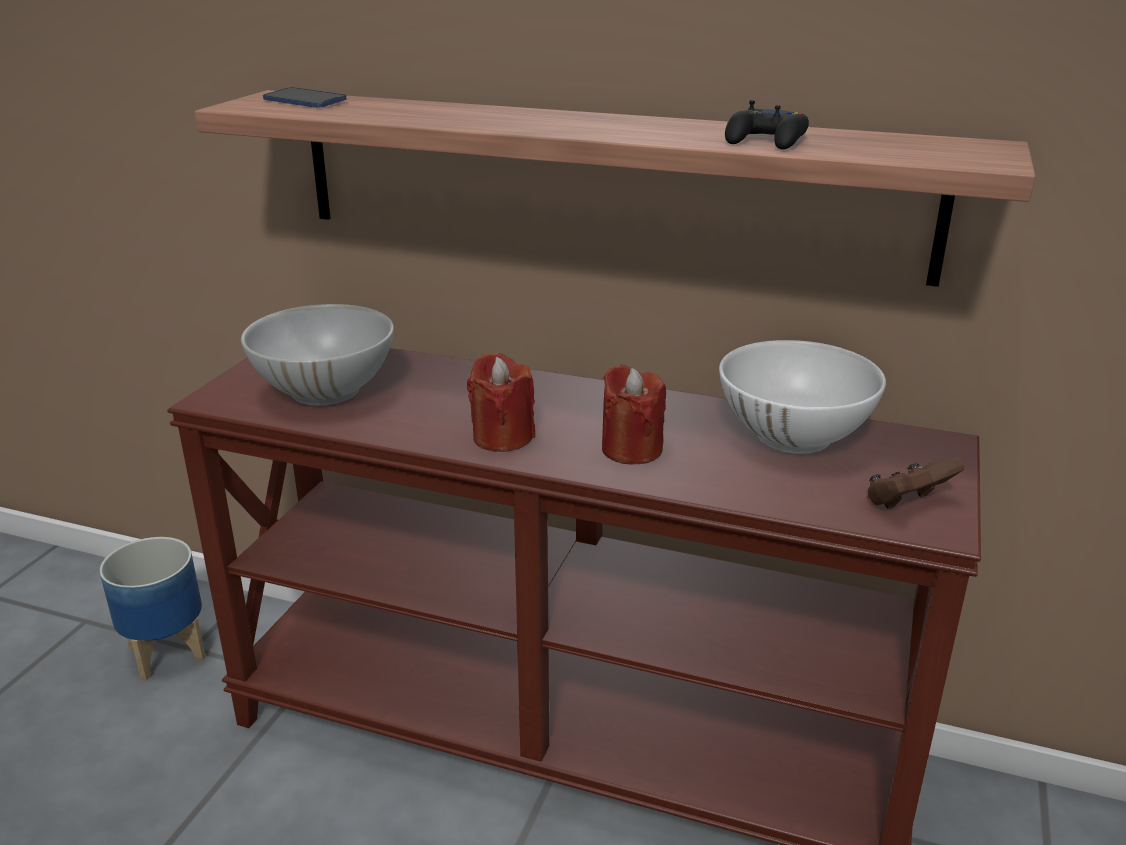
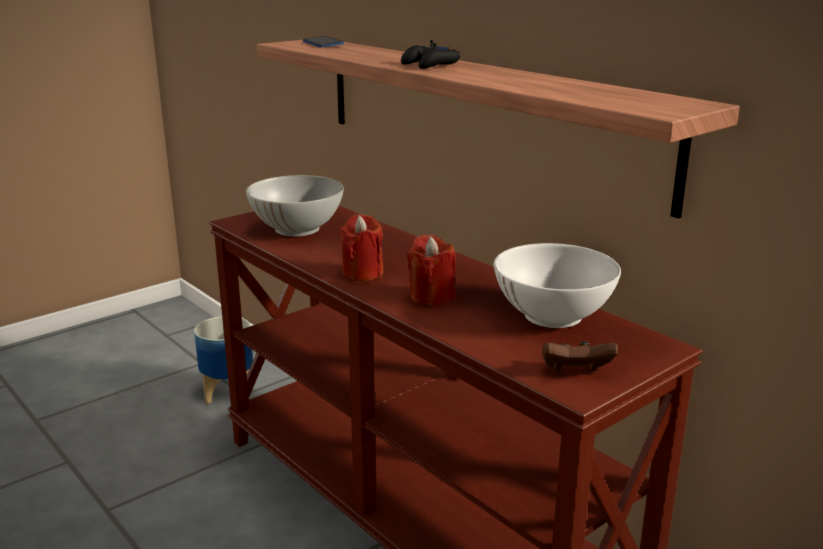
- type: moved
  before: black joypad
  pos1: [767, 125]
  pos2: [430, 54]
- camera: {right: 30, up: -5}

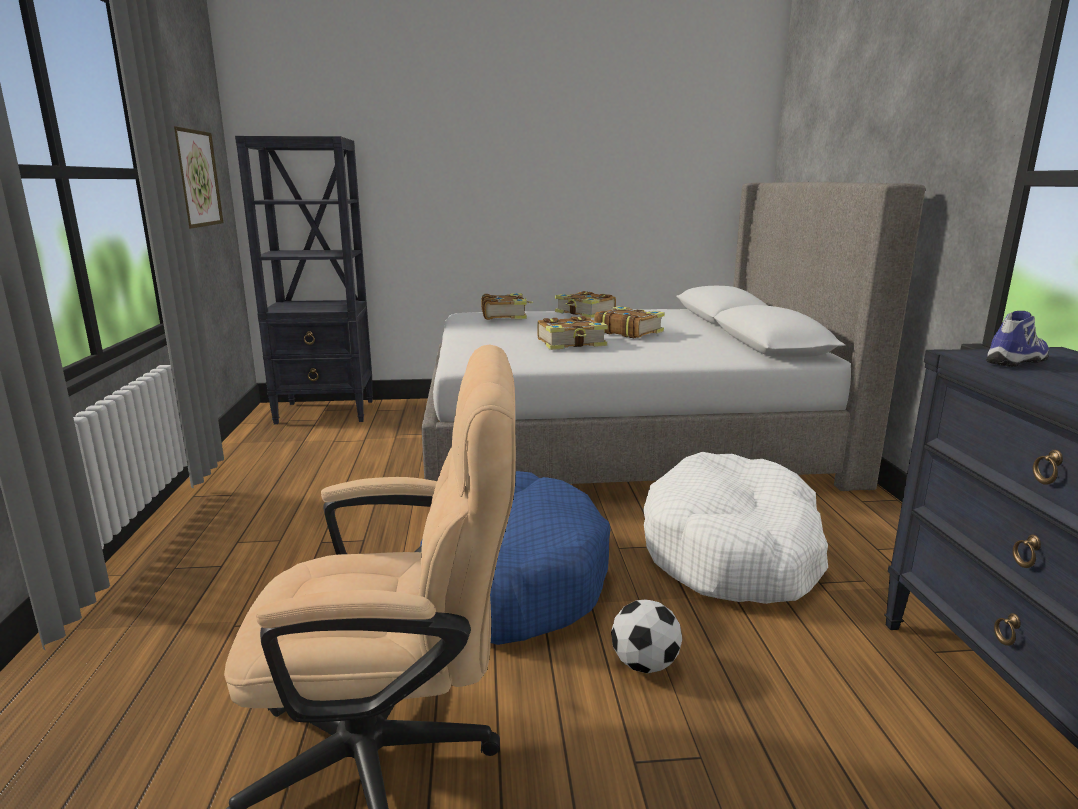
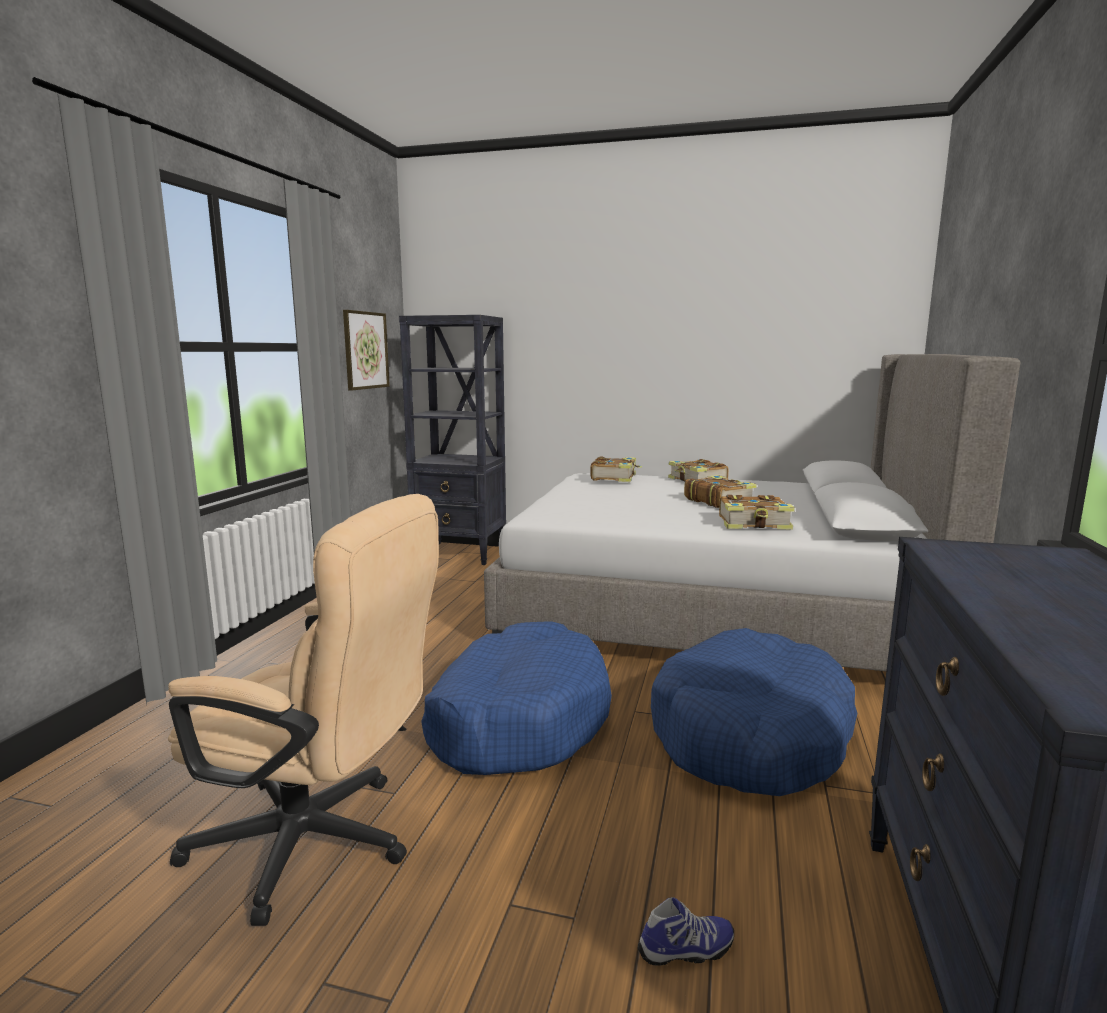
- type: removed
  before: football ball
  pos1: [646, 636]
- type: moved
  before: volume
  pos1: [572, 333]
  pos2: [757, 512]
- type: moved
  before: item of footwear
  pos1: [1017, 339]
  pos2: [686, 931]
- type: recoloured
  before: whitish pet bed
  after: blue-coloured pet bed
  pos1: [735, 528]
  pos2: [754, 712]
- camera: {right: 20, up: -5}

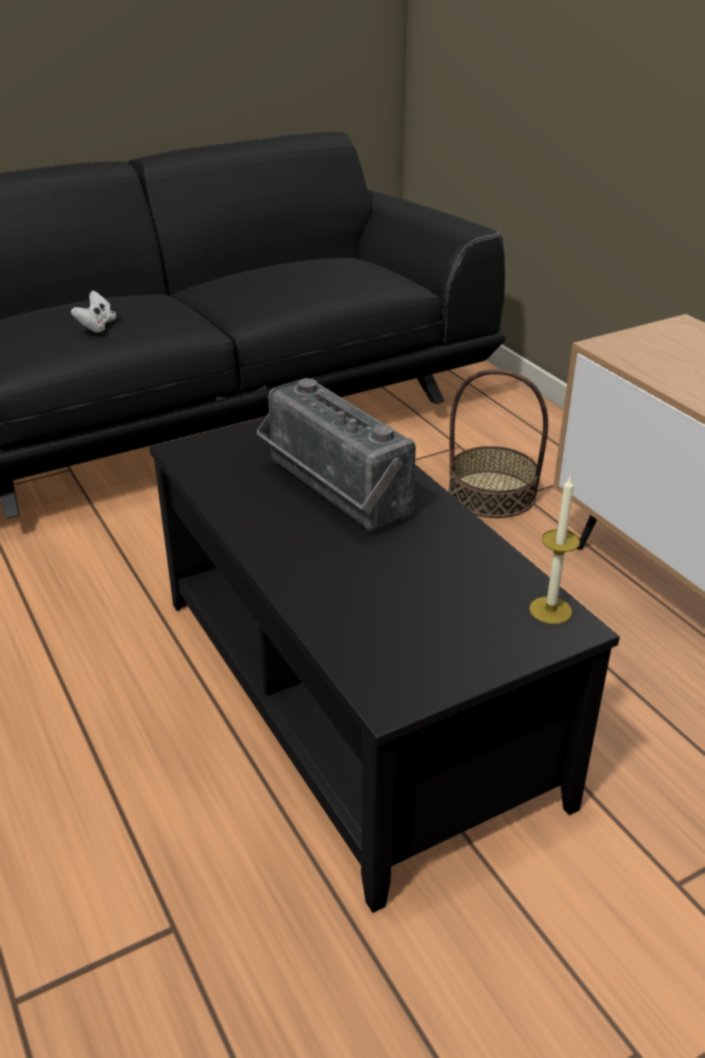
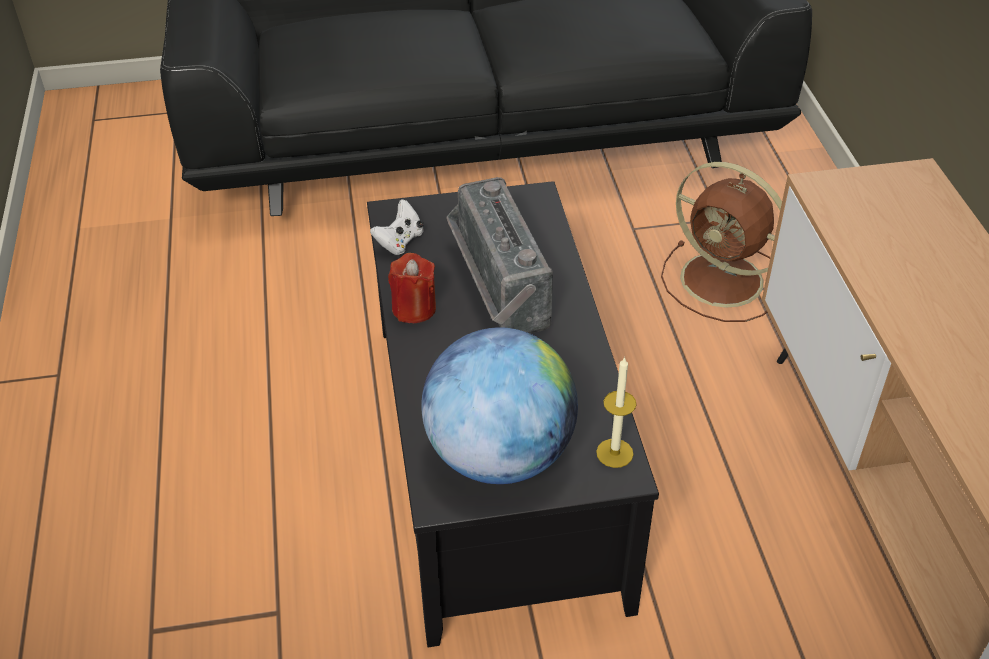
- type: added
  after: red-coloured wax light
  pos2: [412, 288]
- type: added
  after: world globe
  pos2: [499, 405]
- type: moved
  before: whitish joypad
  pos1: [93, 312]
  pos2: [396, 227]
- type: replaced
  before: basket
  after: brown-coloured fan
  pos1: [498, 443]
  pos2: [721, 242]
- camera: {right: 20, up: 10}

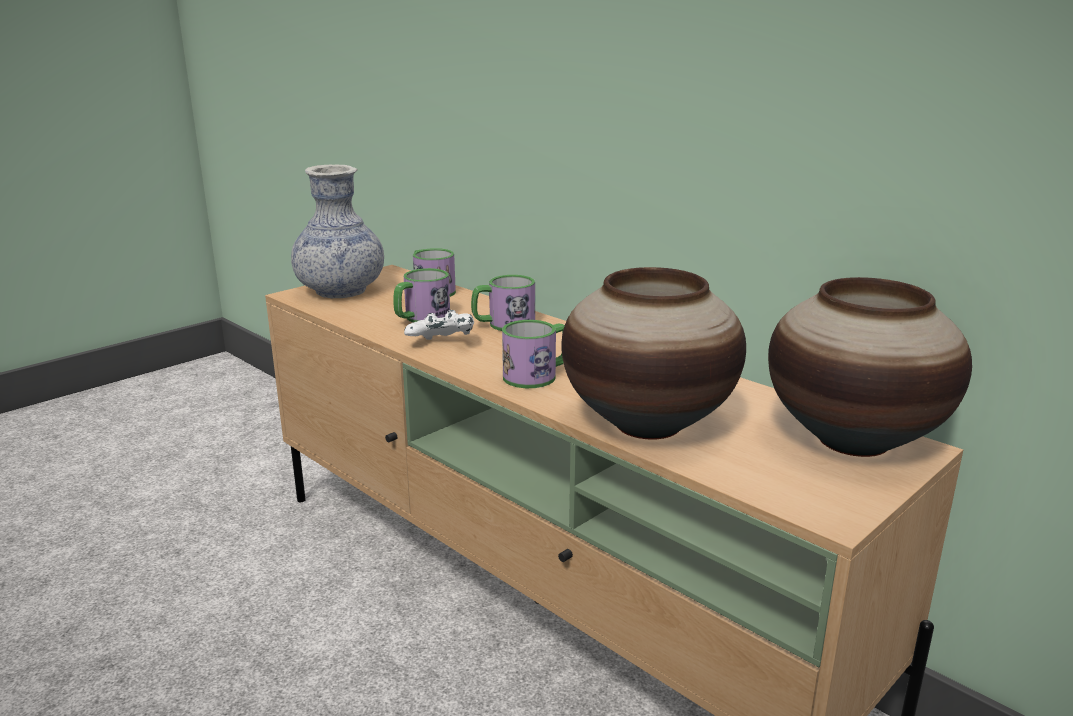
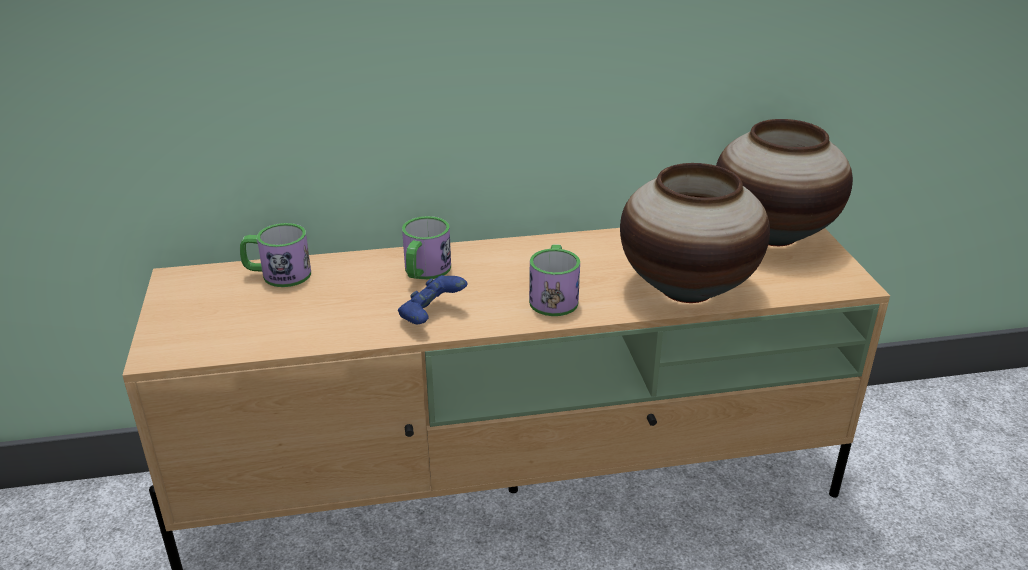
- type: removed
  before: decorative vase
  pos1: [337, 231]
- type: removed
  before: tea mug
  pos1: [421, 295]
- type: recoloured
  before: whitish joypad
  after: blue-coloured joypad
  pos1: [439, 325]
  pos2: [432, 299]
- camera: {right: -55, up: 10}

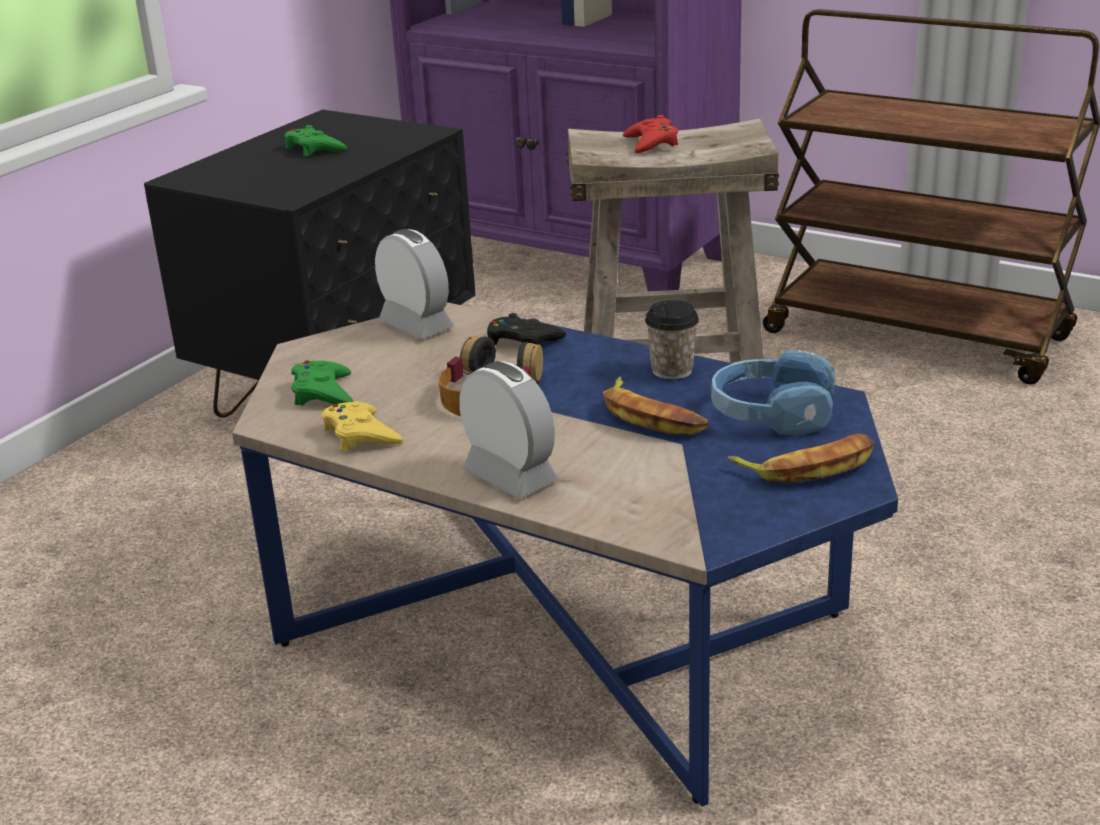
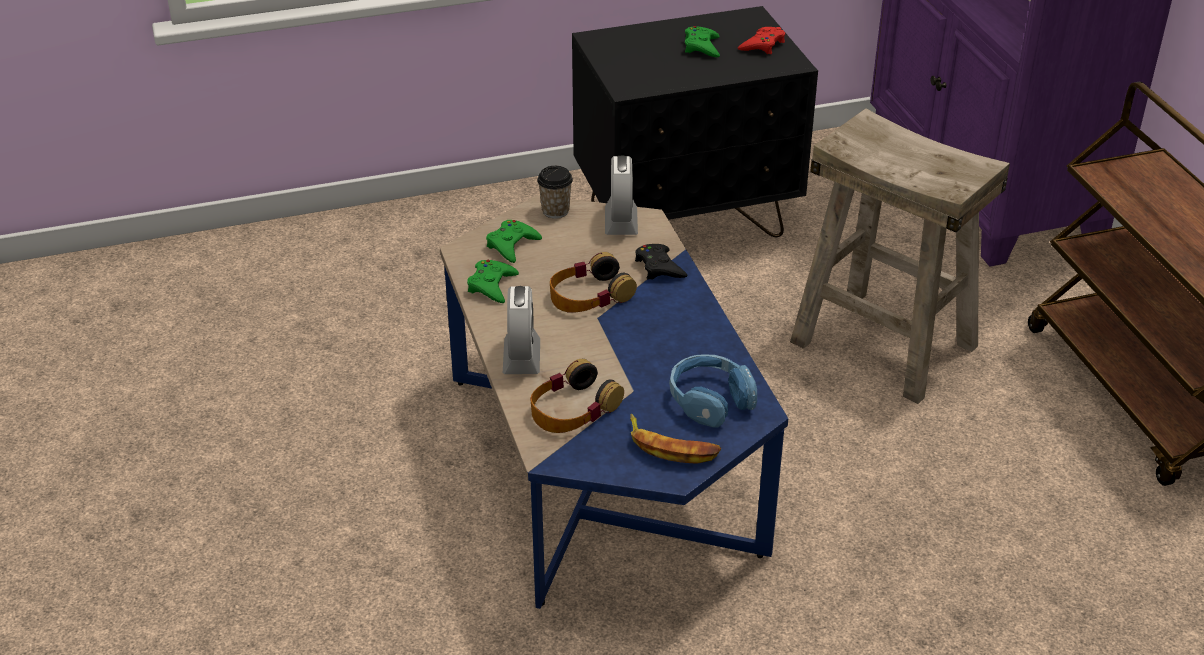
- type: removed
  before: banana
  pos1: [656, 405]
- type: added
  after: headphones
  pos2: [577, 396]
- type: moved
  before: red-coloured joypad
  pos1: [650, 134]
  pos2: [761, 40]
- type: moved
  before: drinking cup
  pos1: [672, 340]
  pos2: [555, 192]
- type: recoloured
  before: yellowish joypad
  after: green joypad
  pos1: [362, 426]
  pos2: [493, 281]
- camera: {right: 40, up: 10}

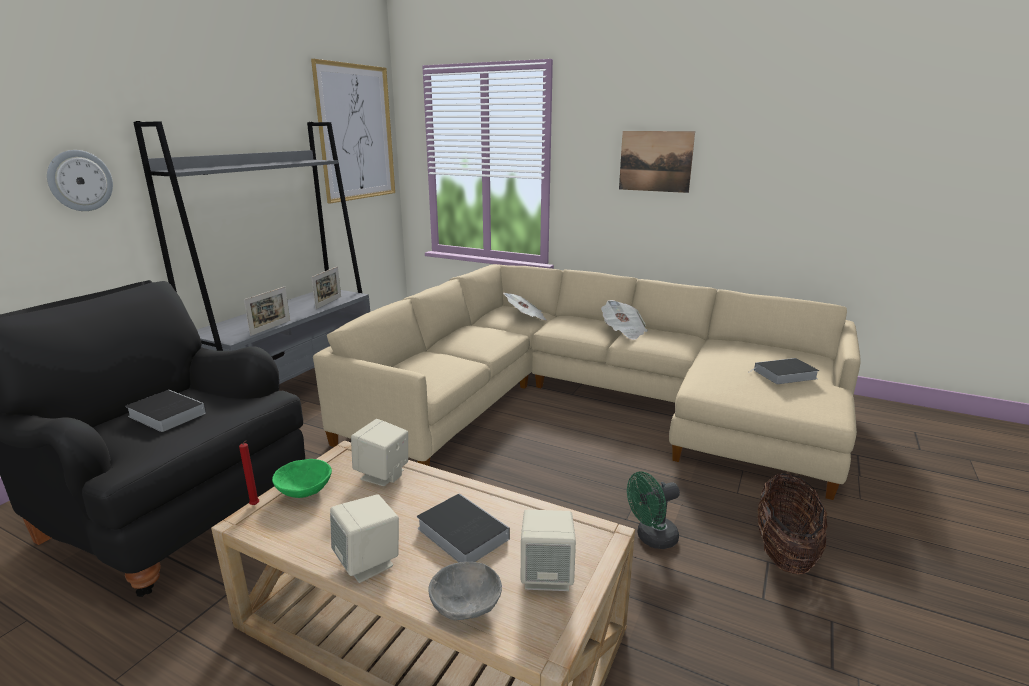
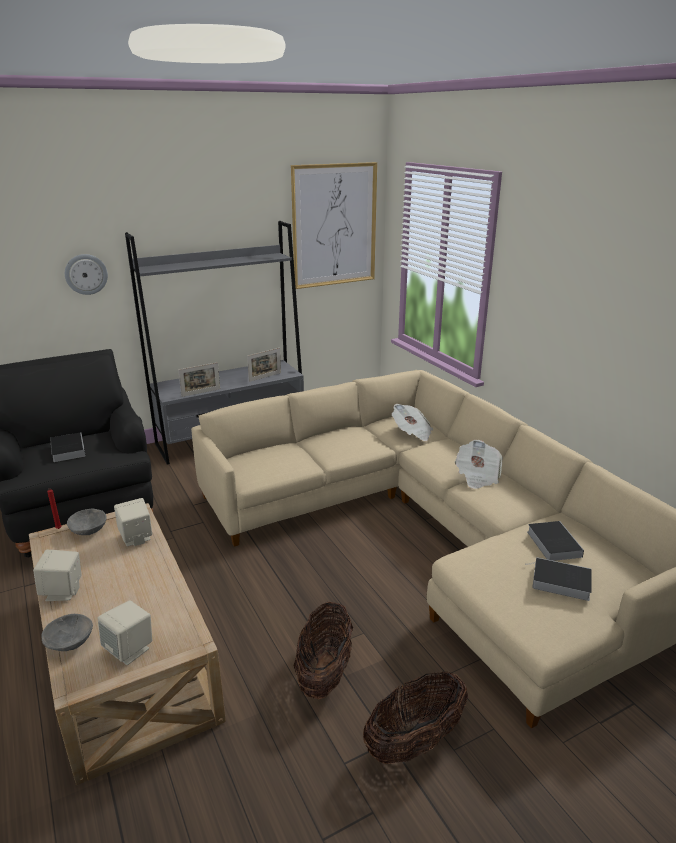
- type: removed
  before: wall picture
  pos1: [657, 162]
- type: moved
  before: volume
  pos1: [463, 527]
  pos2: [555, 541]
- type: replaced
  before: green fan
  after: basket
  pos1: [653, 510]
  pos2: [323, 650]
- type: recoloured
  before: green deep dish
  after: greyish deep dish
  pos1: [302, 478]
  pos2: [86, 522]
- camera: {right: 35, up: 5}

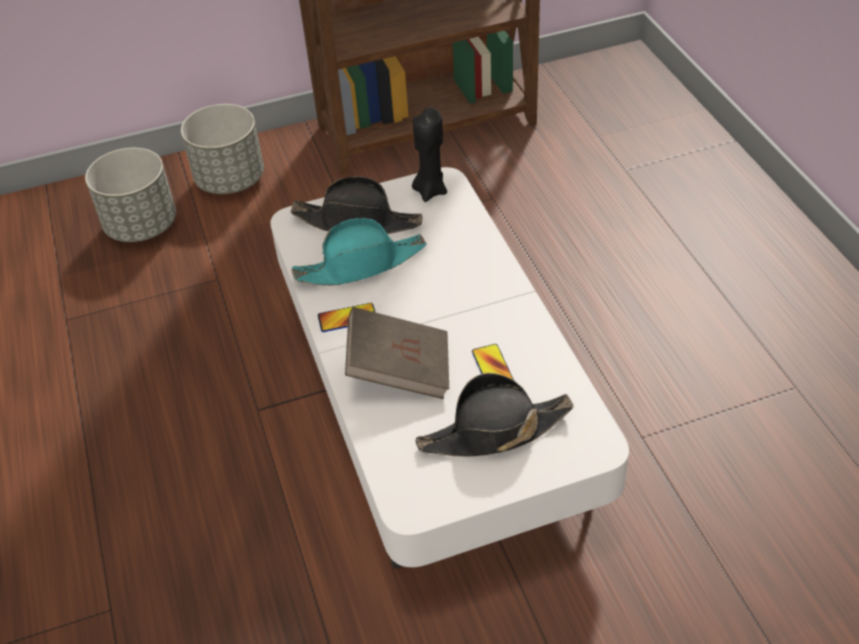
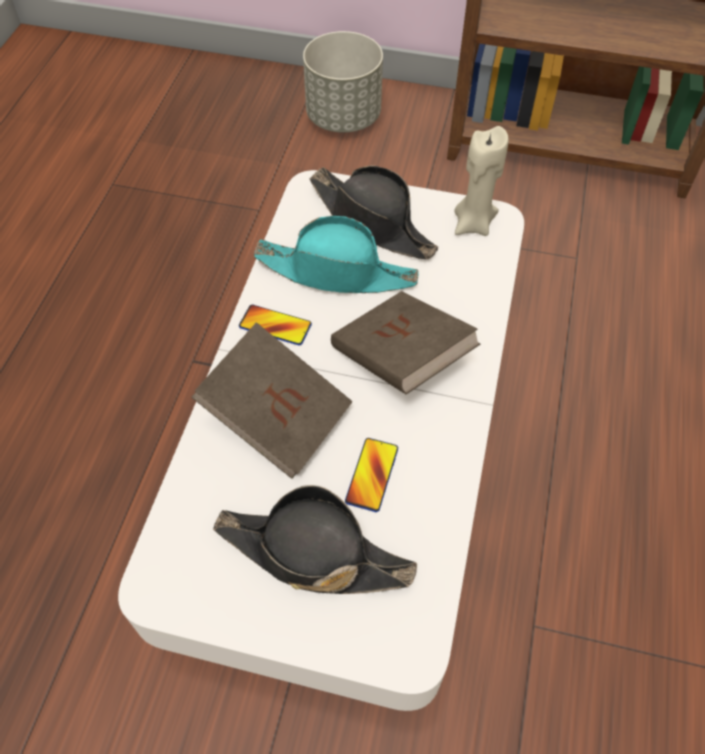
- type: removed
  before: greyish plant pot
  pos1: [130, 195]
- type: added
  after: brown-coloured volume
  pos2: [405, 342]
- type: recoloured
  before: black wax light
  after: beige-coloured wax light
  pos1: [429, 154]
  pos2: [481, 181]
- camera: {right: 30, up: 10}

